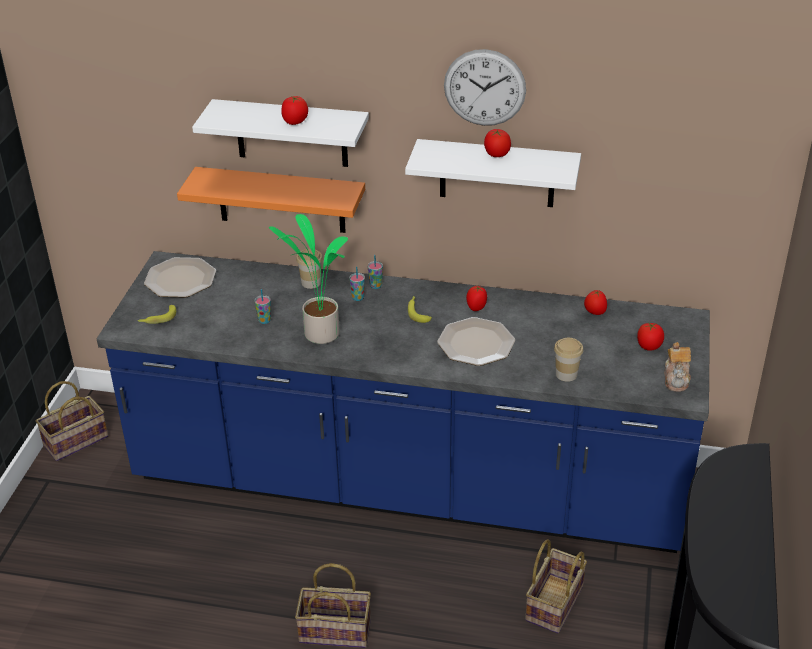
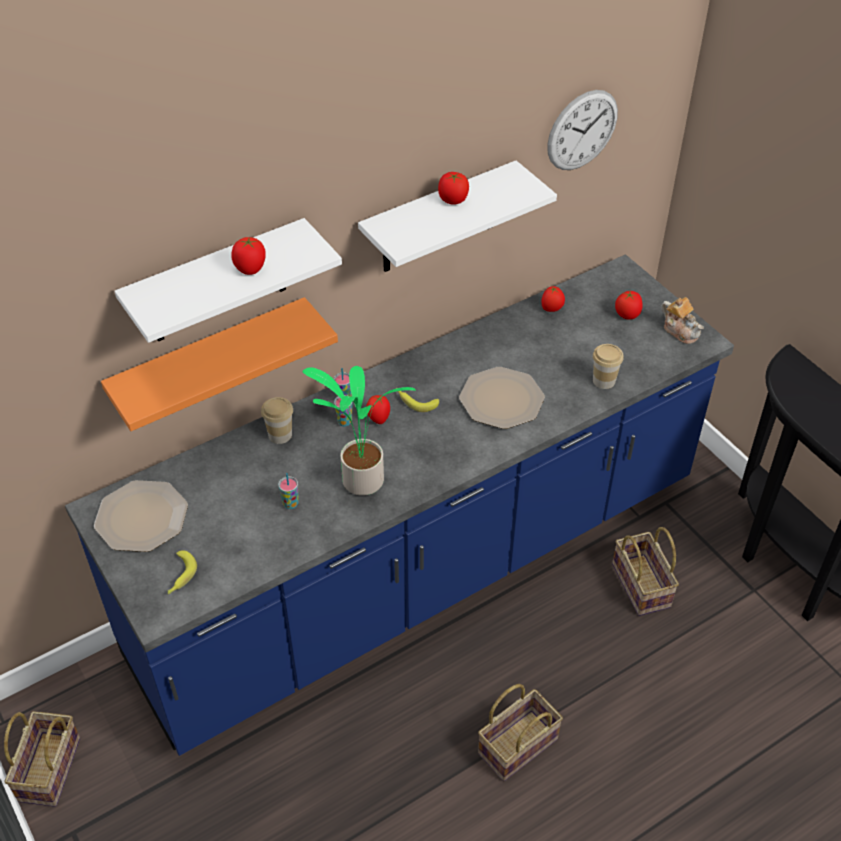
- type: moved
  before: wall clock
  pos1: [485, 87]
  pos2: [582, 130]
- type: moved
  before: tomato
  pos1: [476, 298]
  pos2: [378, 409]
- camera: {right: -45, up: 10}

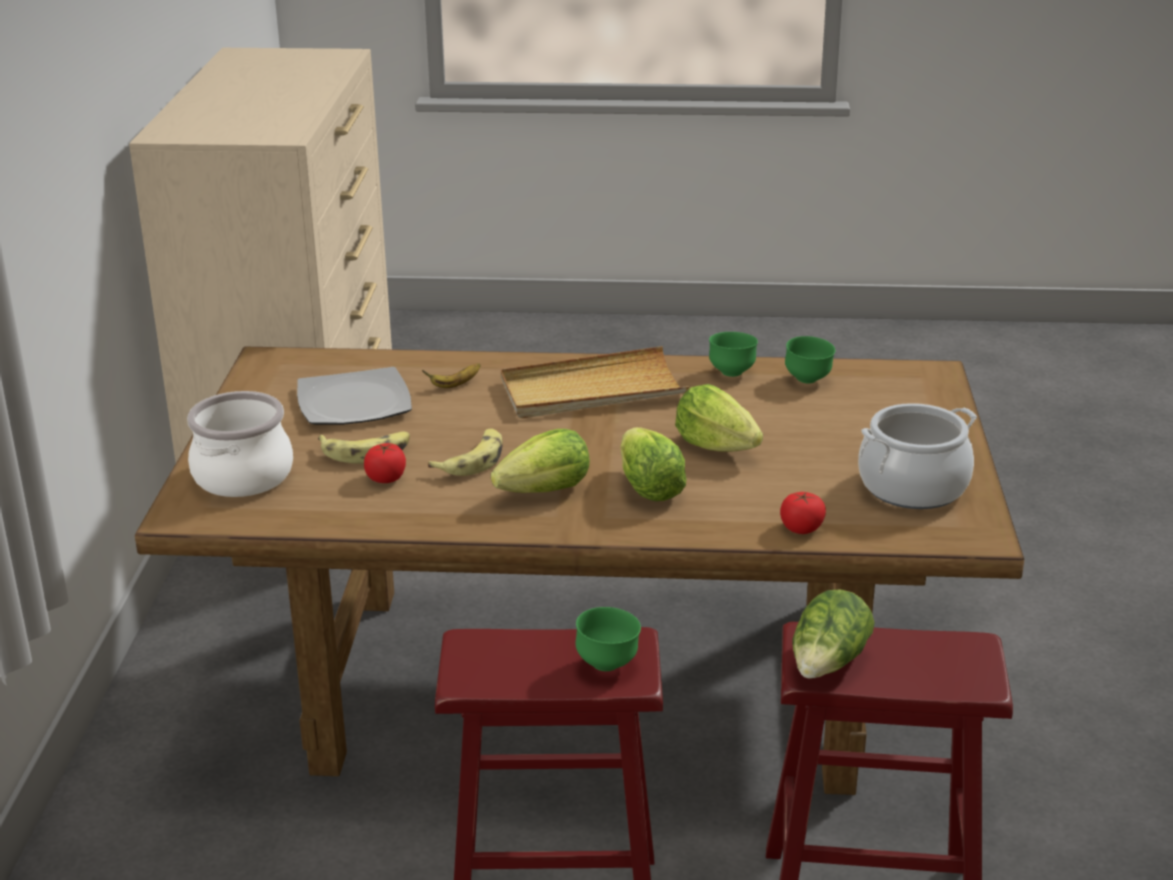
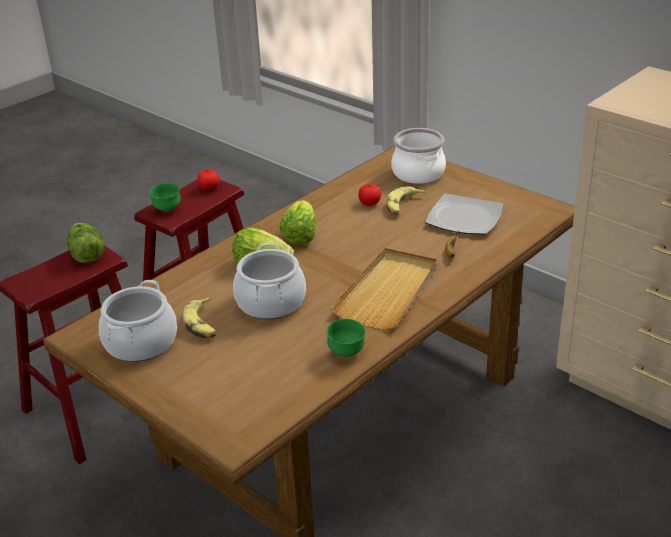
- type: removed
  before: green deep dish
  pos1: [810, 359]
- type: moved
  before: banana
  pos1: [465, 452]
  pos2: [200, 317]
- type: moved
  before: tomato
  pos1: [803, 513]
  pos2: [208, 179]
- type: replaced
  before: lettuce head
  after: stockpot
  pos1: [719, 418]
  pos2: [269, 281]
- camera: {right: 130, up: 5}

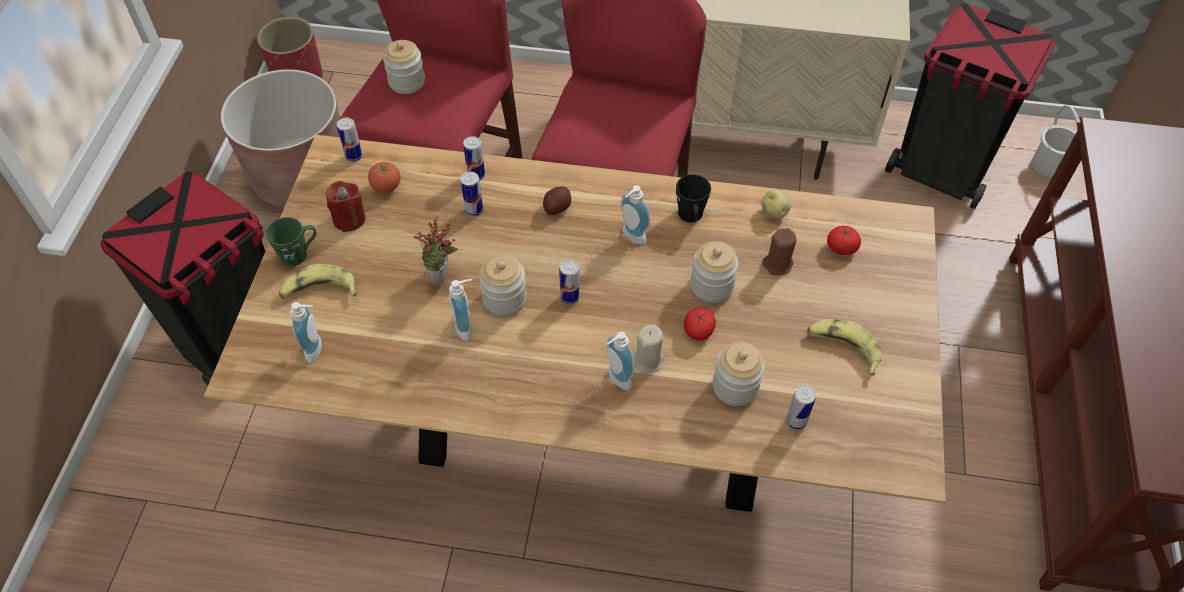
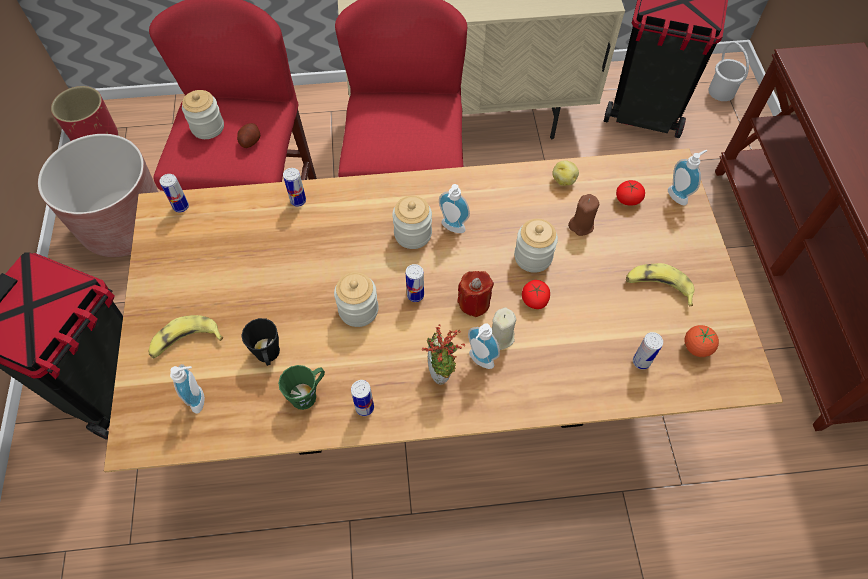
- type: moved
  before: green tea mug
  pos1: [291, 241]
  pos2: [301, 387]
- type: moved
  before: red-coloured wax light
  pos1: [345, 206]
  pos2: [475, 294]
- type: moved
  before: tomato
  pos1: [384, 177]
  pos2: [701, 341]
- type: moved
  before: houseplant
  pos1: [435, 252]
  pos2: [444, 354]
- type: moved
  before: soap dispenser
  pos1: [460, 310]
  pos2: [688, 178]
- type: moved
  before: metal can
  pos1: [472, 194]
  pos2: [362, 398]
- type: moved
  before: spud
  pos1: [557, 200]
  pos2: [248, 135]
- type: moved
  before: black tea mug
  pos1: [693, 198]
  pos2: [260, 342]
- type: moved
  before: storage jar
  pos1: [739, 374]
  pos2: [412, 222]
- camera: {right: -15, up: 5}

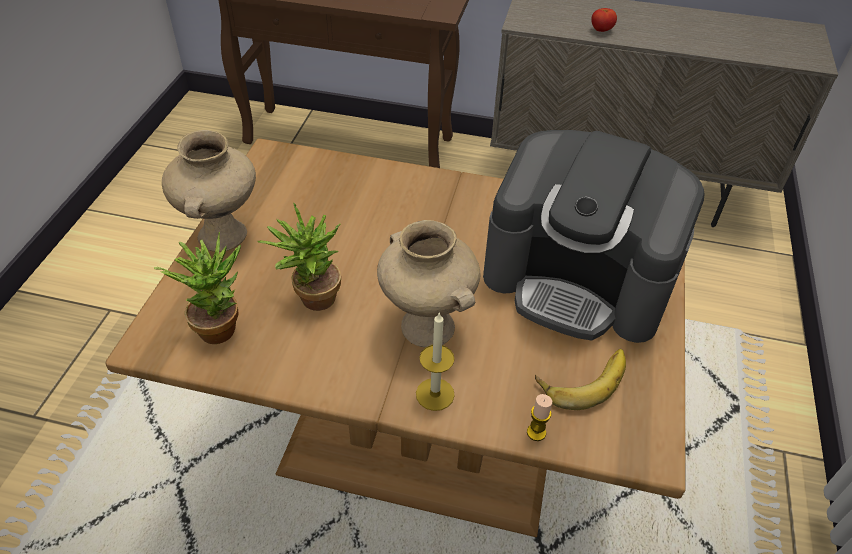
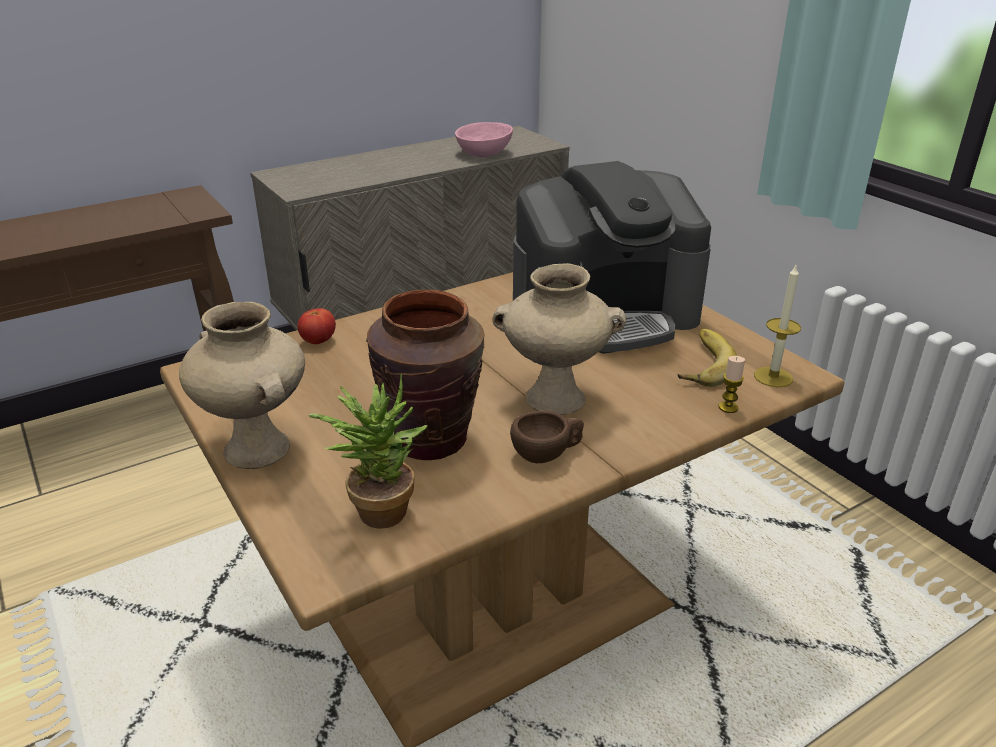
- type: added
  after: pinkish deep dish
  pos2: [484, 139]
- type: added
  after: brown-coloured drinking cup
  pos2: [547, 436]
- type: moved
  before: wax light
  pos1: [435, 362]
  pos2: [777, 326]
- type: moved
  before: tomato
  pos1: [604, 20]
  pos2: [316, 326]
- type: replaced
  before: houseplant
  after: brown-coloured decorative vase
  pos1: [299, 257]
  pos2: [425, 374]
- camera: {right: -45, up: -15}

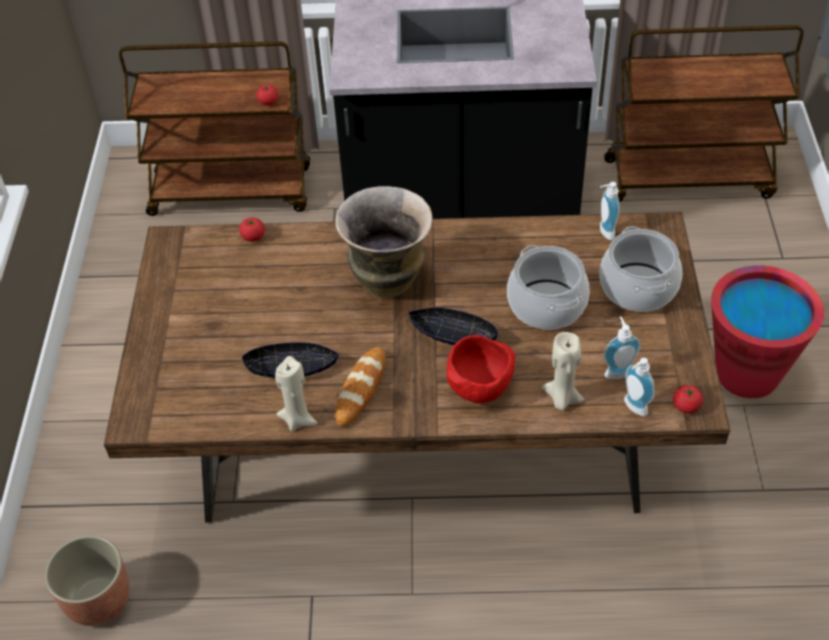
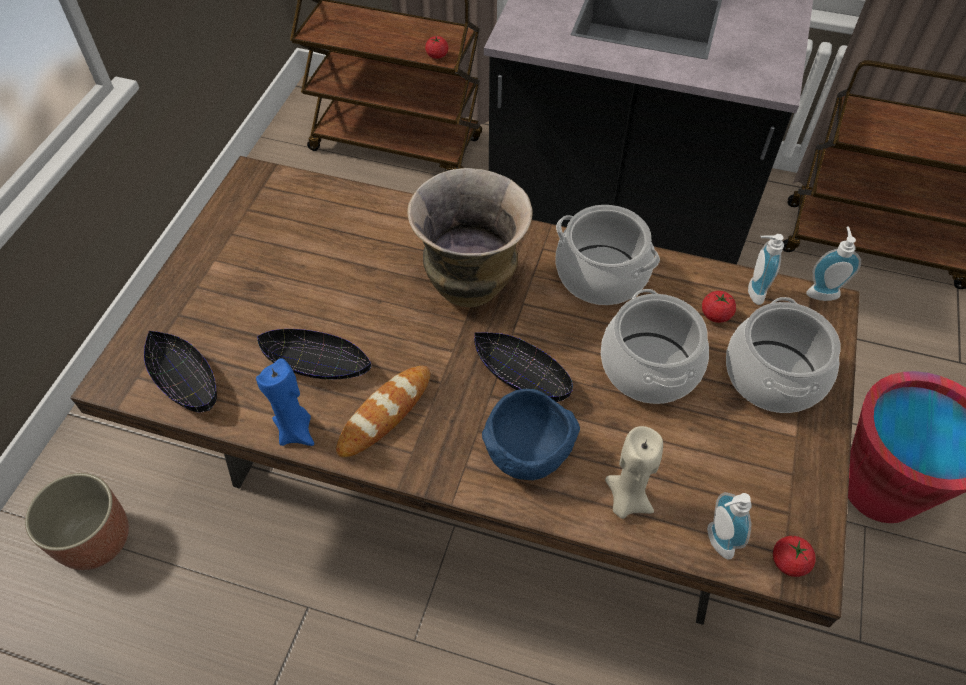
- type: added
  after: black deep dish
  pos2: [180, 371]
- type: added
  after: stockpot
  pos2: [608, 255]
- type: moved
  before: tomato
  pos1: [252, 229]
  pos2: [719, 307]
- type: moved
  before: soap dispenser
  pos1: [622, 347]
  pos2: [833, 263]
- type: recoloured
  before: beige-coloured wax light
  after: blue-coloured wax light
  pos1: [296, 394]
  pos2: [285, 402]
- type: recoloured
  before: red-coloured deep dish
  after: blue-coloured deep dish
  pos1: [481, 369]
  pos2: [531, 434]
- camera: {right: 15, up: 5}

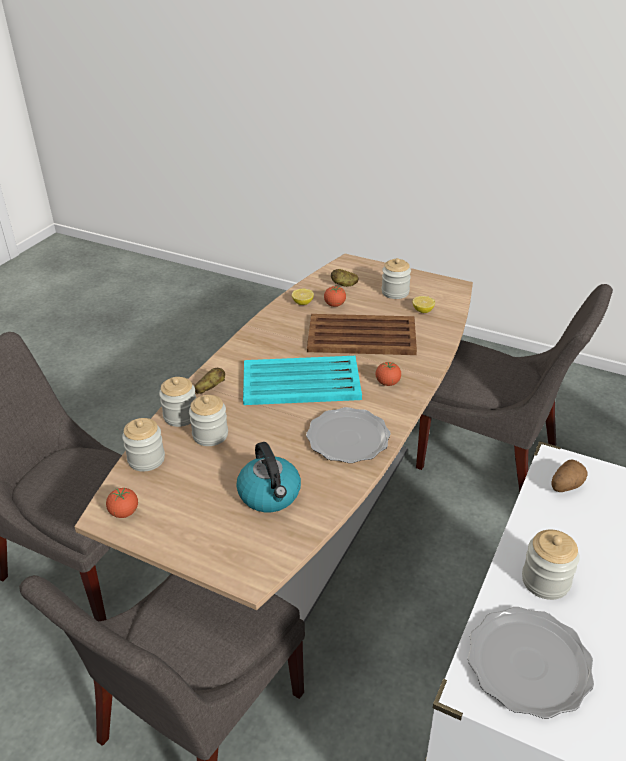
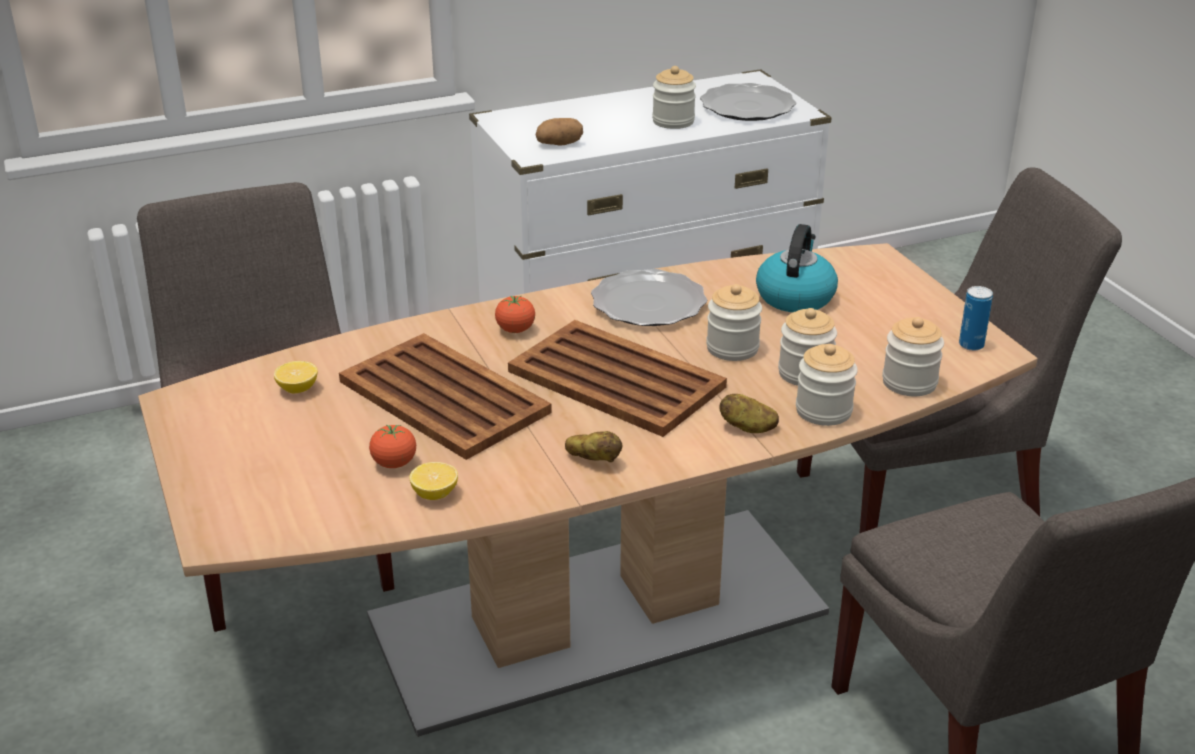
- type: moved
  before: spud
  pos1: [345, 278]
  pos2: [593, 446]
- type: moved
  before: storage jar
  pos1: [396, 278]
  pos2: [734, 322]
- type: replaced
  before: tomato
  after: metal can
  pos1: [122, 503]
  pos2: [976, 318]
- type: recoloured
  before: turquoise-coloured tray
  after: brown-coloured tray
  pos1: [302, 380]
  pos2: [617, 378]
- camera: {right: -140, up: -5}

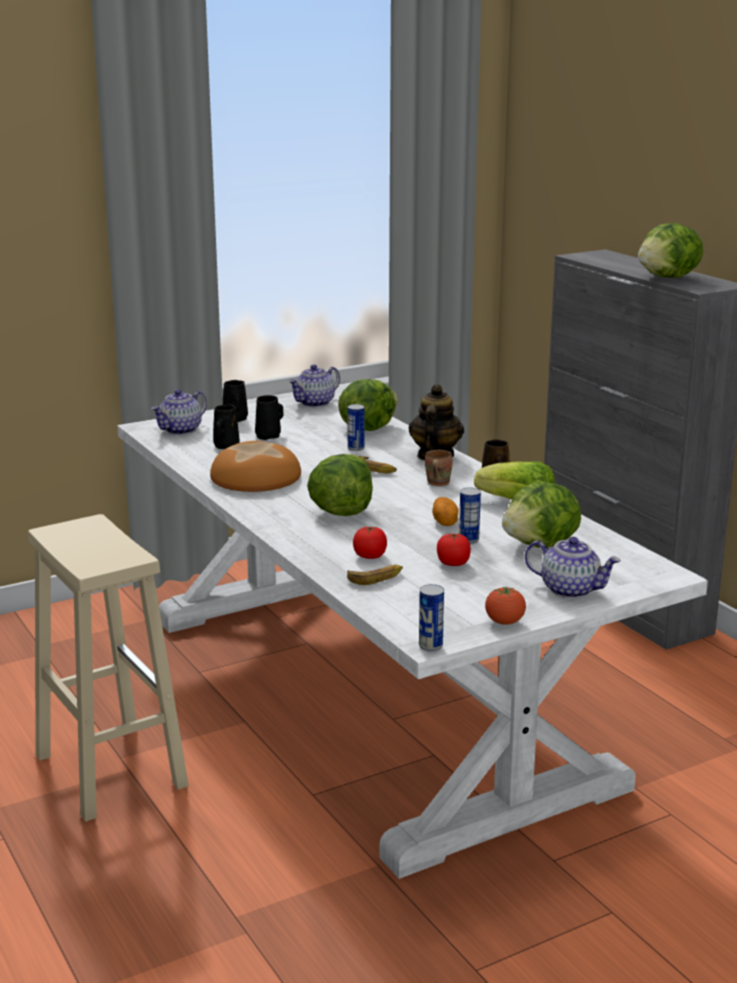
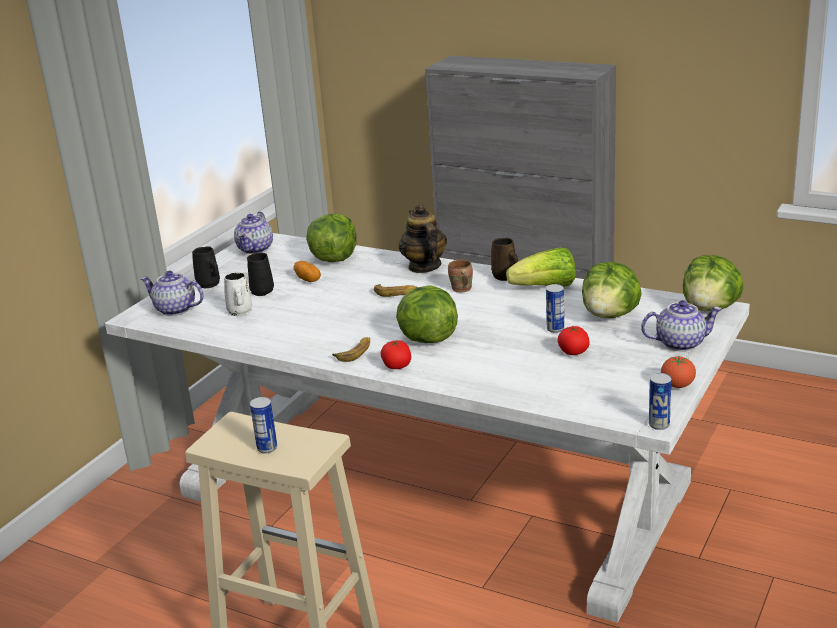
- type: removed
  before: bakery bread
  pos1: [255, 466]
- type: moved
  before: metal can
  pos1: [356, 427]
  pos2: [263, 425]
- type: moved
  before: banana
  pos1: [375, 575]
  pos2: [351, 349]
- type: moved
  before: tomato
  pos1: [370, 542]
  pos2: [396, 354]
- type: moved
  before: spud
  pos1: [445, 511]
  pos2: [307, 271]
- type: moved
  before: lettuce head
  pos1: [670, 250]
  pos2: [713, 283]
- type: recoloured
  before: black tea mug
  after: whitish tea mug
  pos1: [226, 426]
  pos2: [238, 294]
- type: turned
  before: tea pot
  pos1: [179, 412]
  pos2: [172, 293]
  turn: 105
- camera: {right: -30, up: 5}

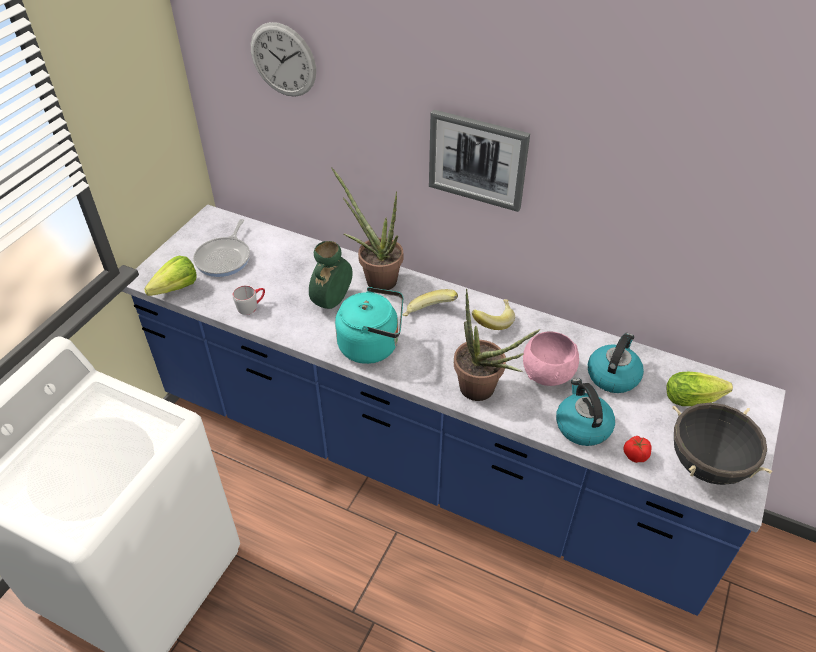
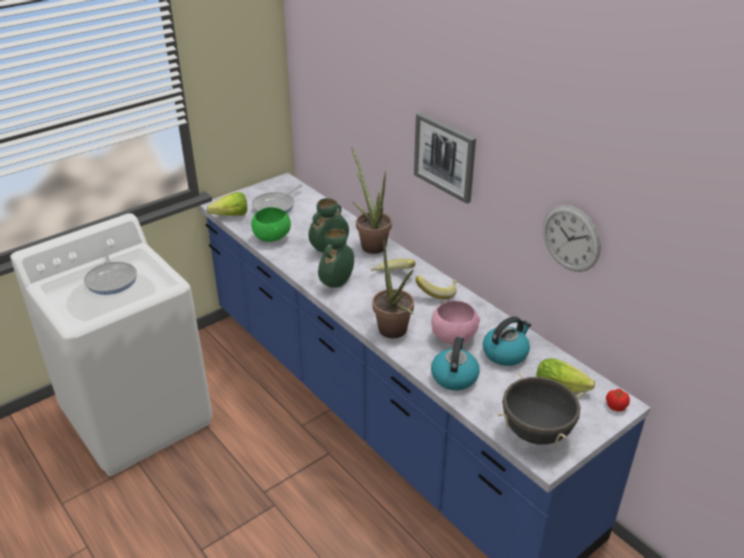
- type: added
  after: pan
  pos2: [110, 271]
- type: moved
  before: wall clock
  pos1: [283, 59]
  pos2: [572, 238]
- type: moved
  before: tomato
  pos1: [638, 449]
  pos2: [618, 400]
- type: replaced
  before: greyish tea mug
  after: green deep dish
  pos1: [249, 300]
  pos2: [271, 224]
- type: replaced
  before: turquoise-coloured tea kettle
  after: green decorative vase
  pos1: [369, 325]
  pos2: [336, 258]
- camera: {right: 25, up: -10}

